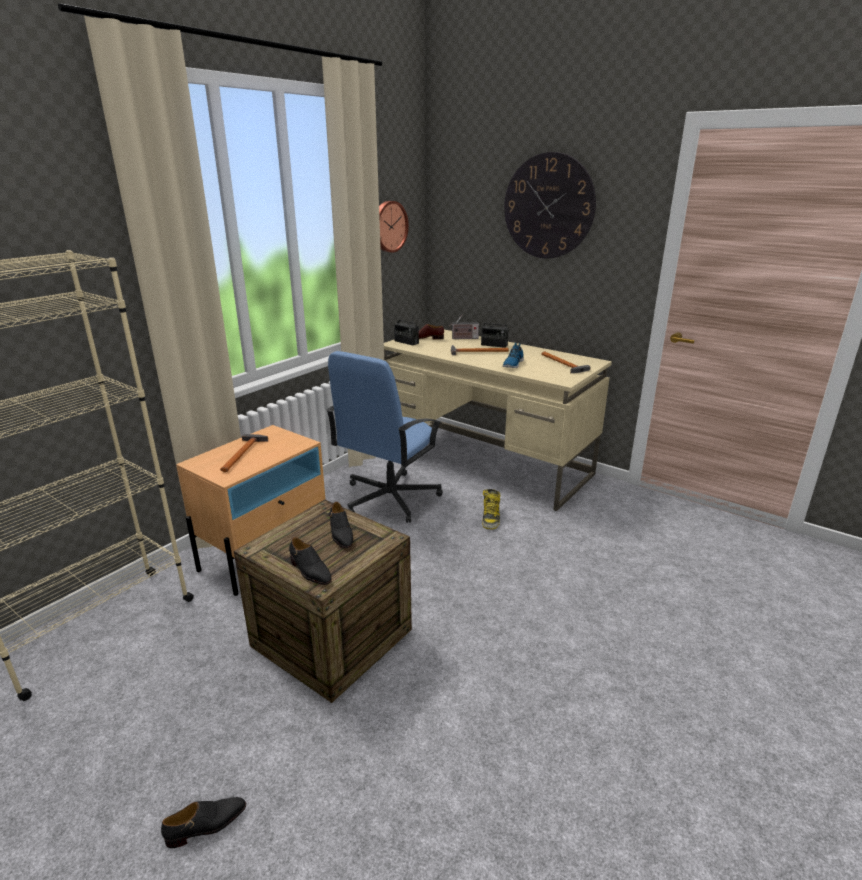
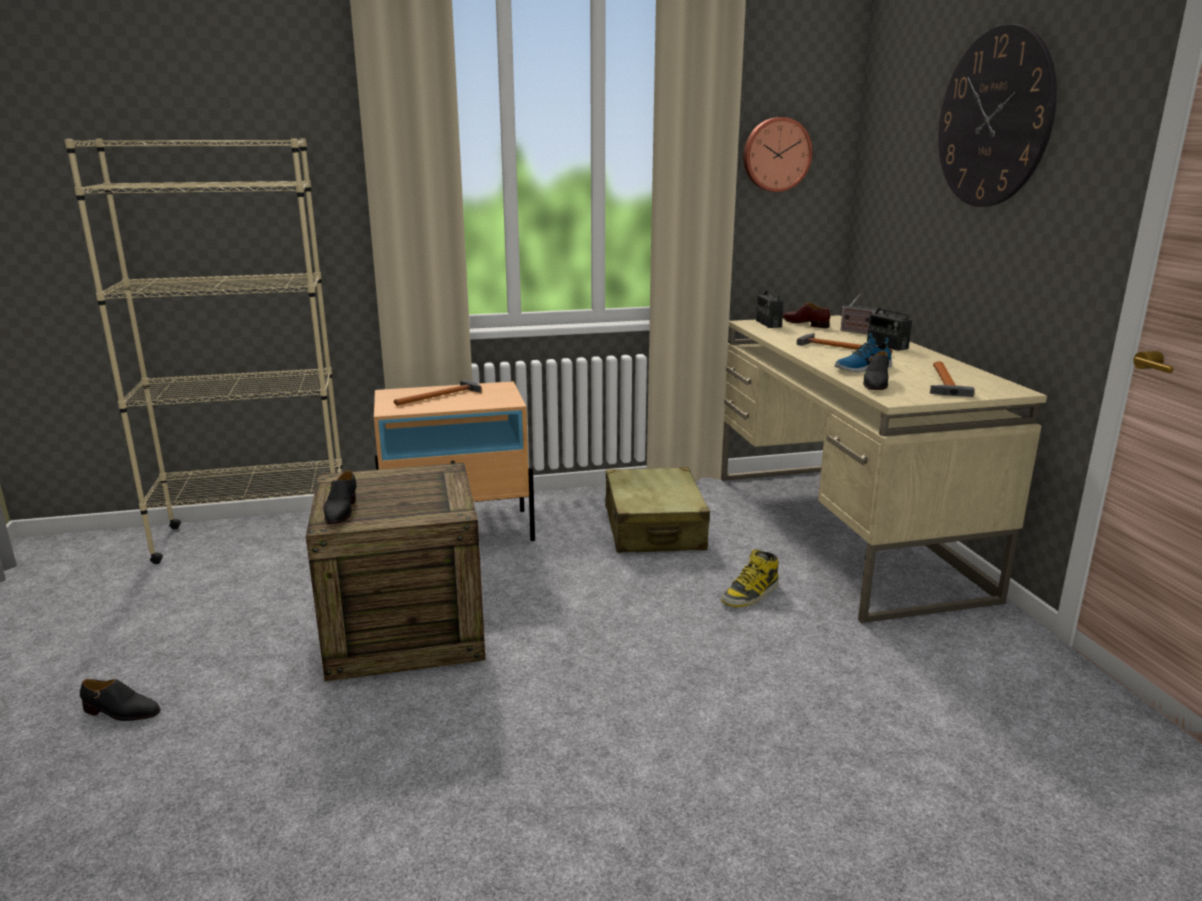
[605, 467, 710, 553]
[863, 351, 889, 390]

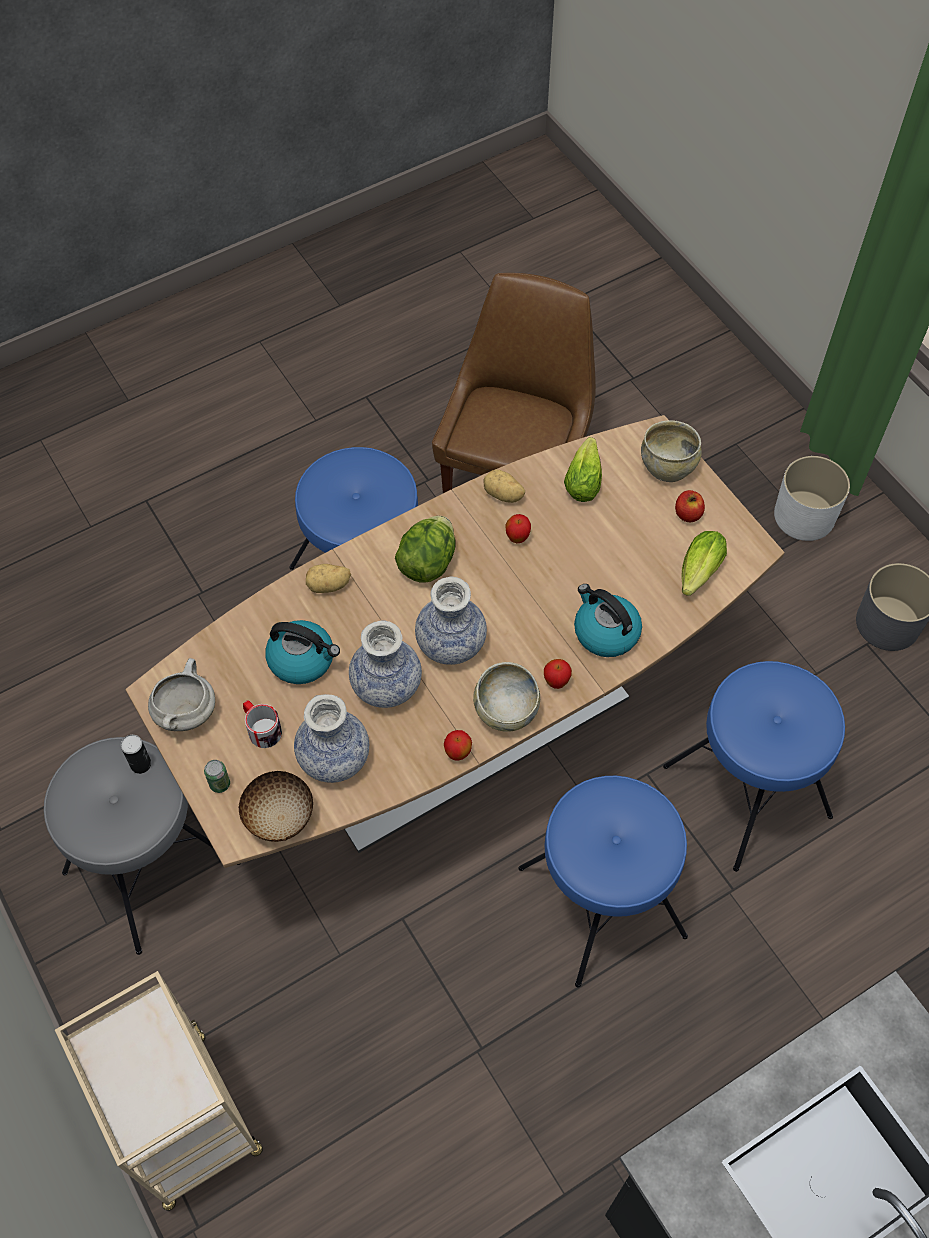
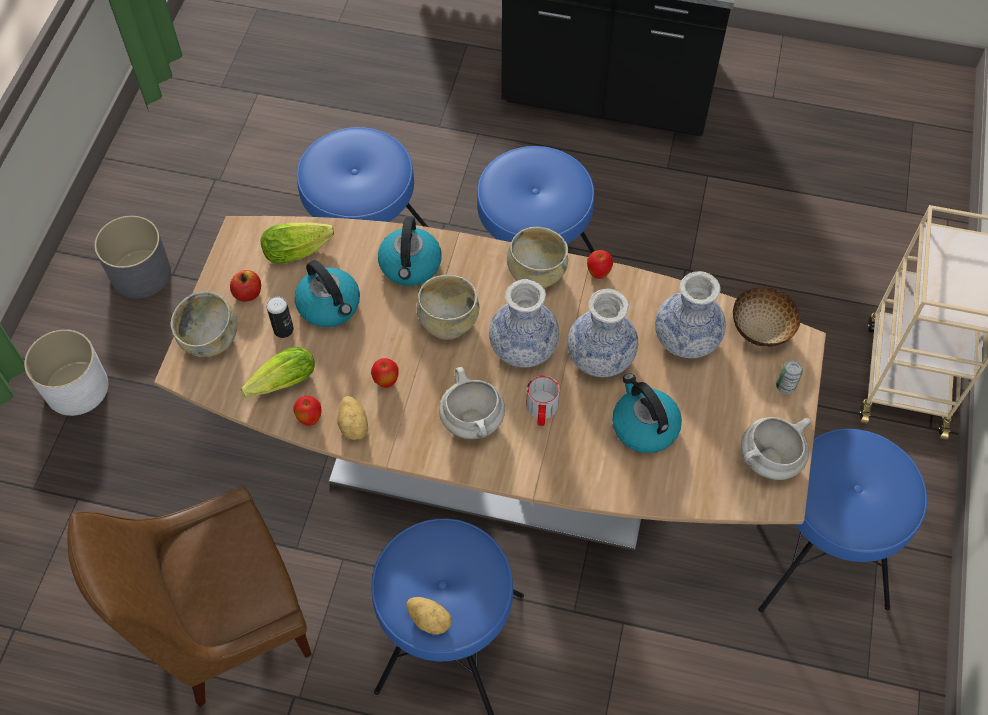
[266, 296, 294, 338]
[293, 396, 322, 426]
[294, 260, 360, 327]
[406, 597, 452, 635]
[416, 275, 479, 340]
[439, 367, 505, 440]
[526, 375, 560, 426]
[758, 429, 927, 612]

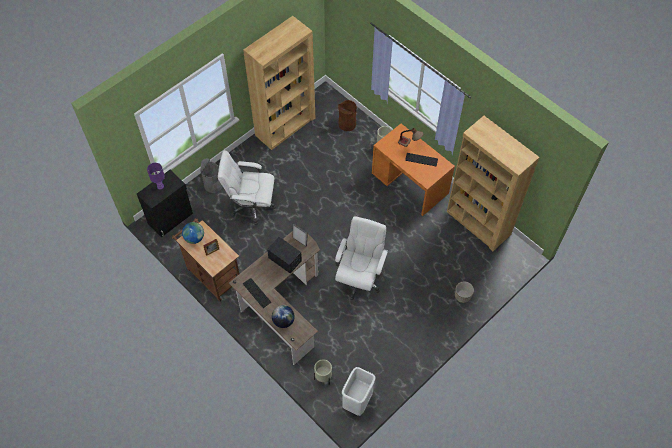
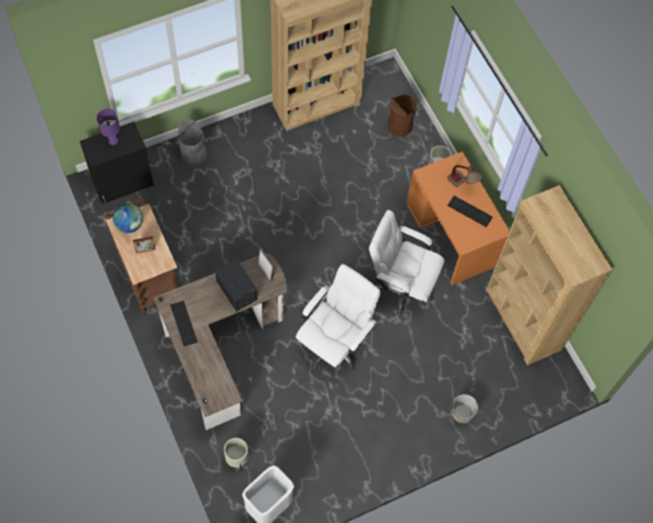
[369, 210, 445, 316]
[272, 305, 295, 328] (first image)

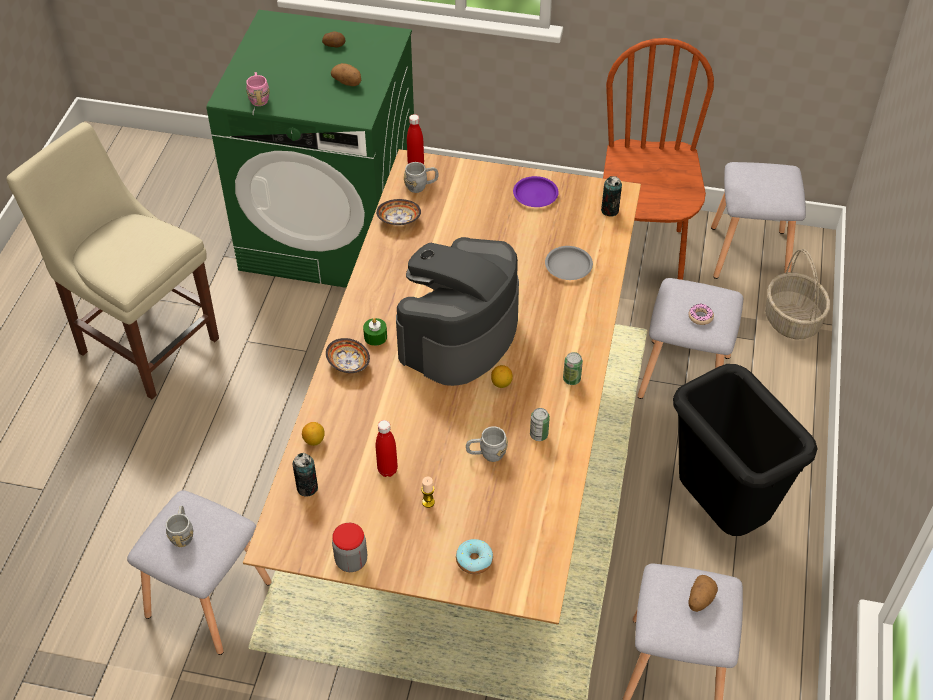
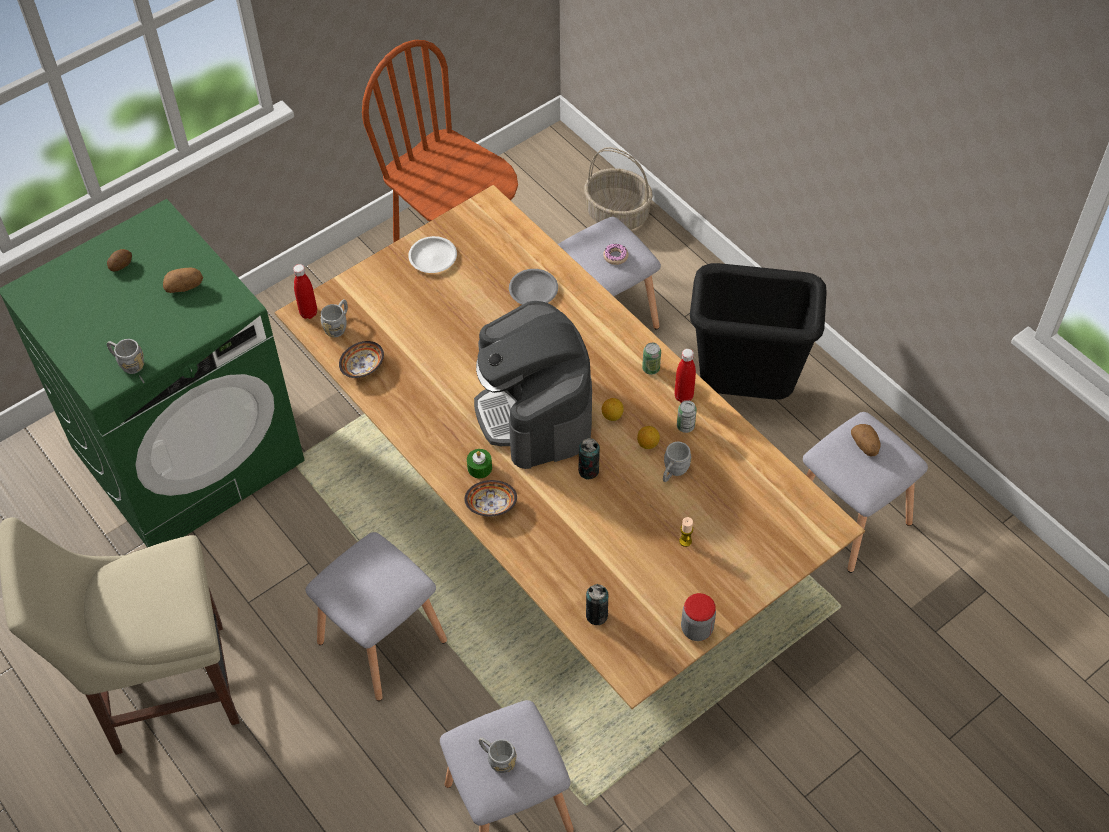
[107, 339, 144, 374]
[305, 532, 447, 701]
[408, 236, 457, 273]
[578, 438, 600, 480]
[637, 426, 660, 449]
[674, 349, 696, 403]
[456, 539, 493, 574] (first image)

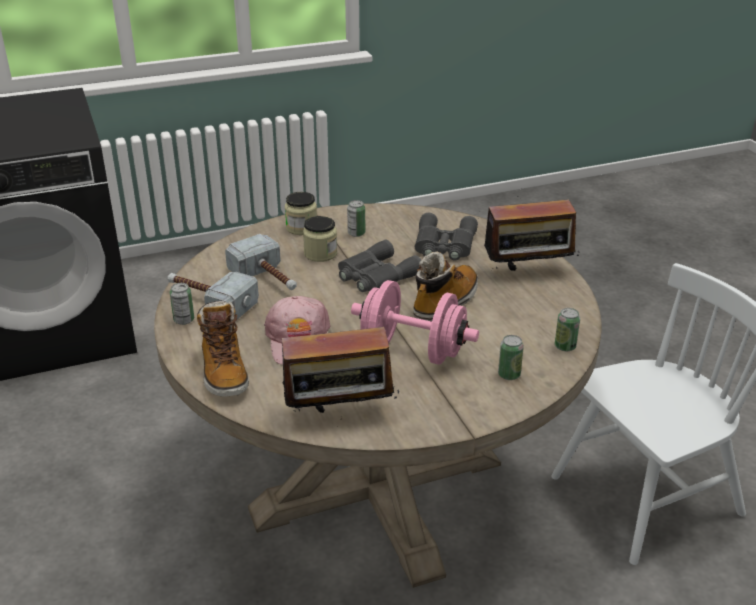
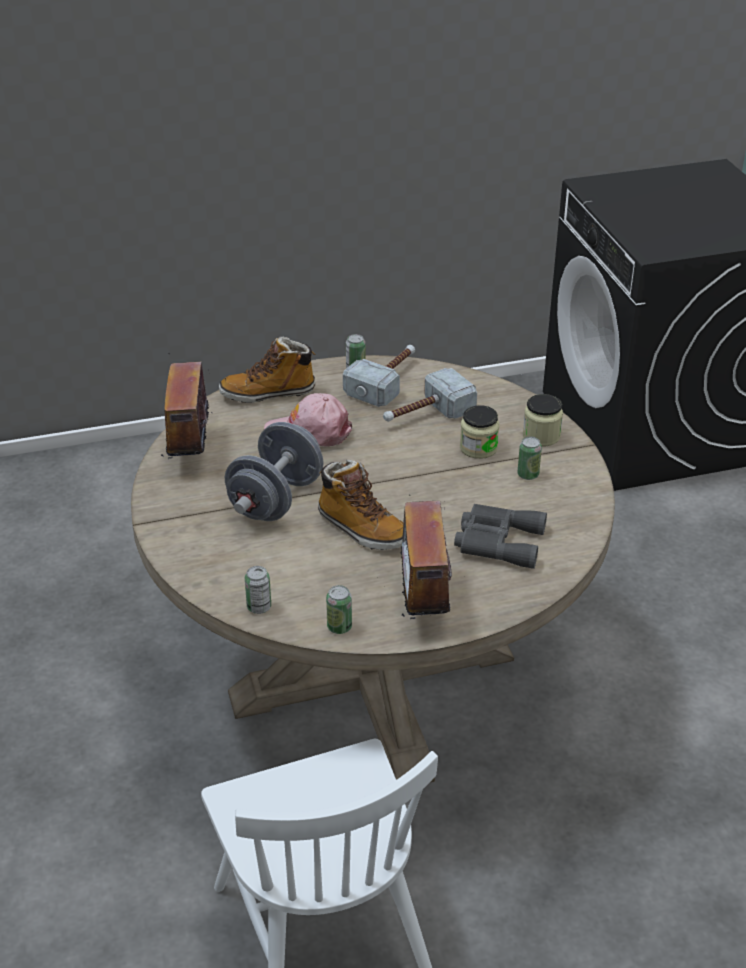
[225, 422, 323, 521]
[326, 585, 352, 634]
[338, 240, 421, 292] (first image)

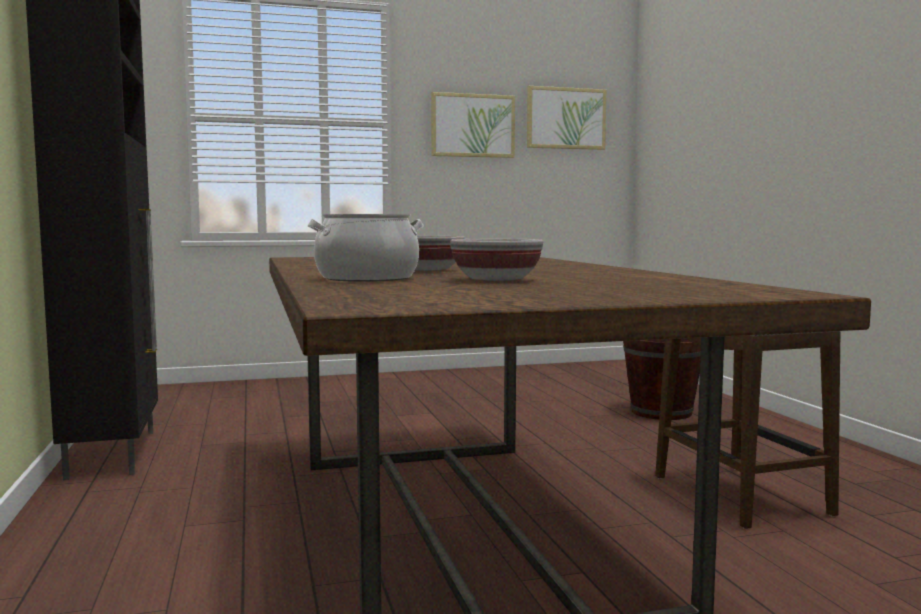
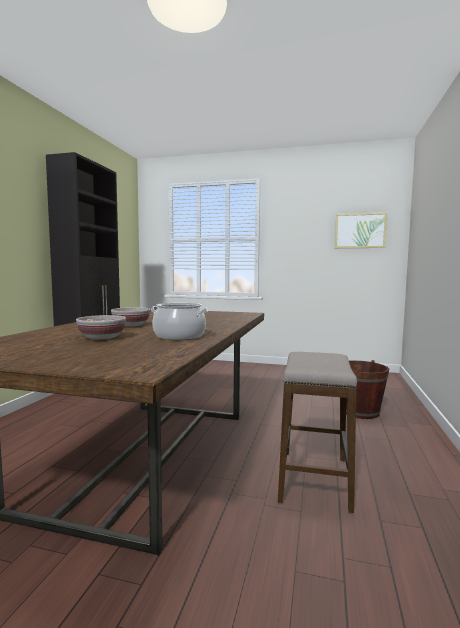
[151, 303, 208, 340]
[431, 92, 515, 158] (first image)

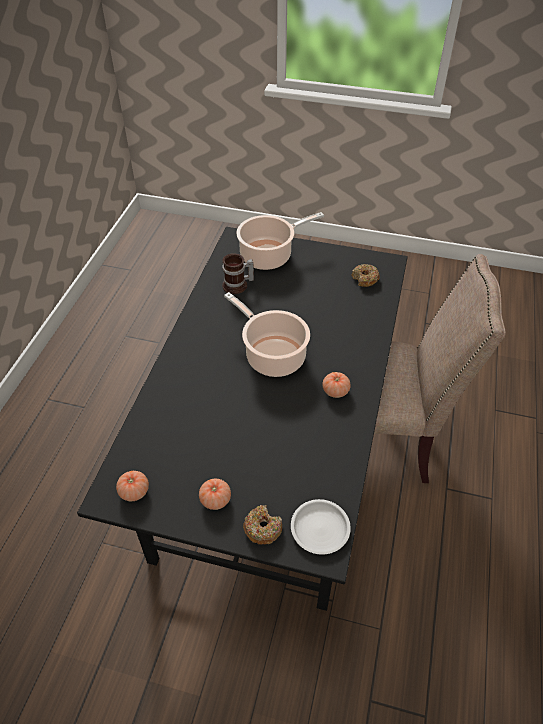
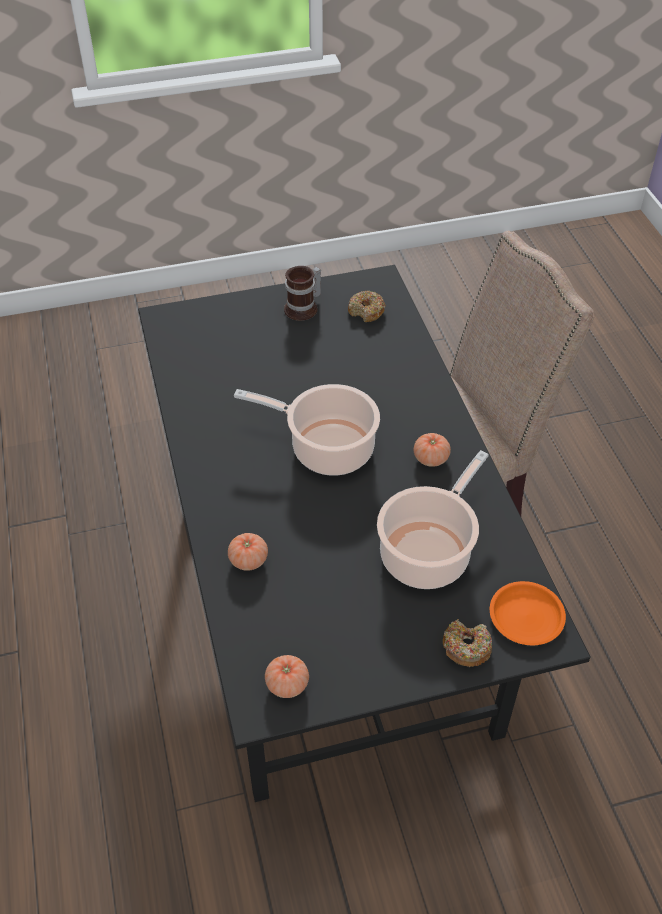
[228, 533, 268, 571]
[284, 266, 321, 321]
[377, 450, 489, 589]
[490, 581, 566, 645]

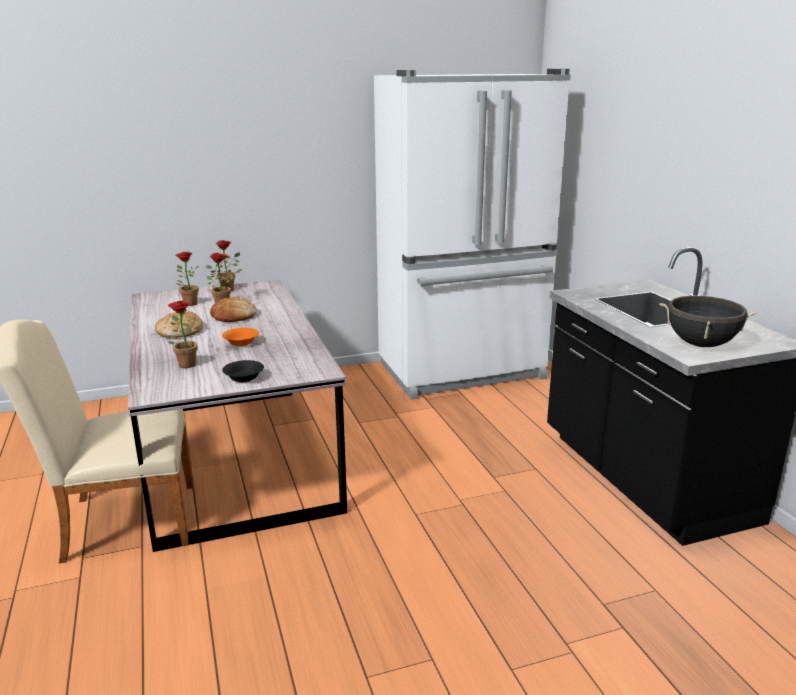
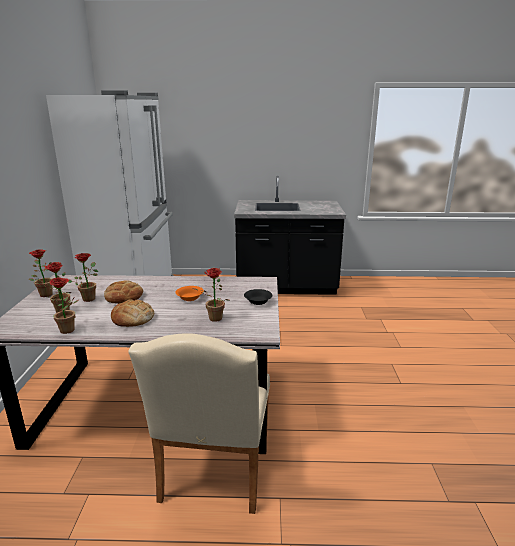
[46, 278, 79, 334]
[659, 295, 758, 347] (first image)

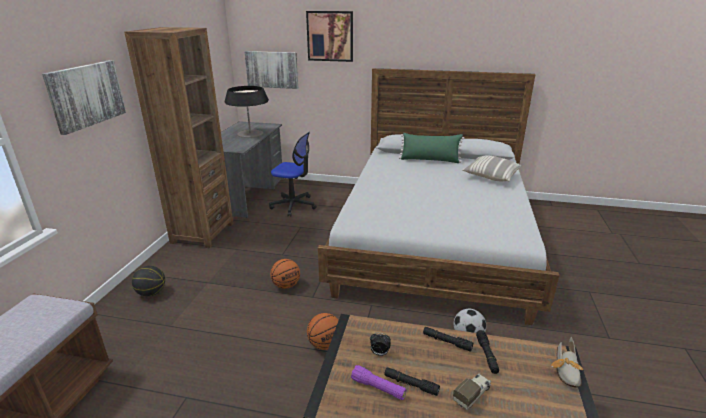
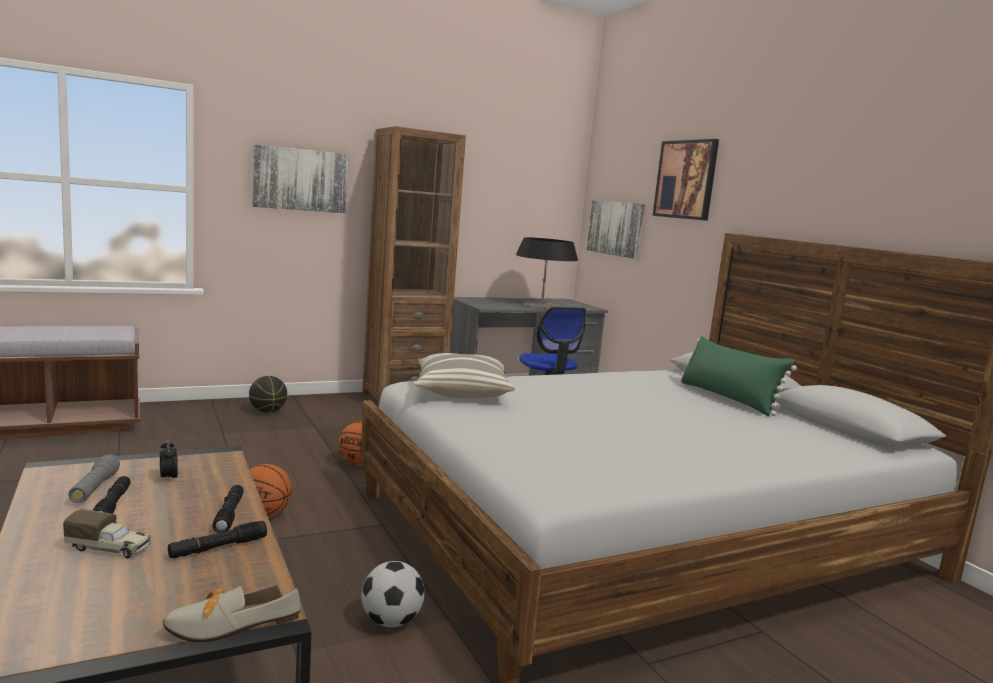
[68, 455, 120, 503]
[415, 353, 515, 398]

